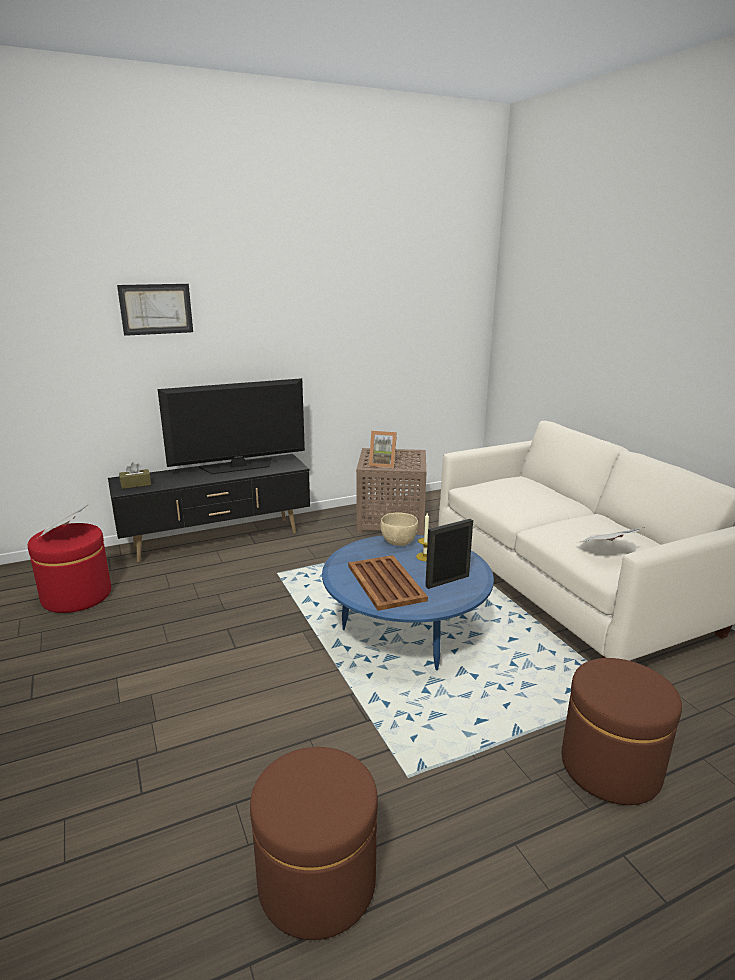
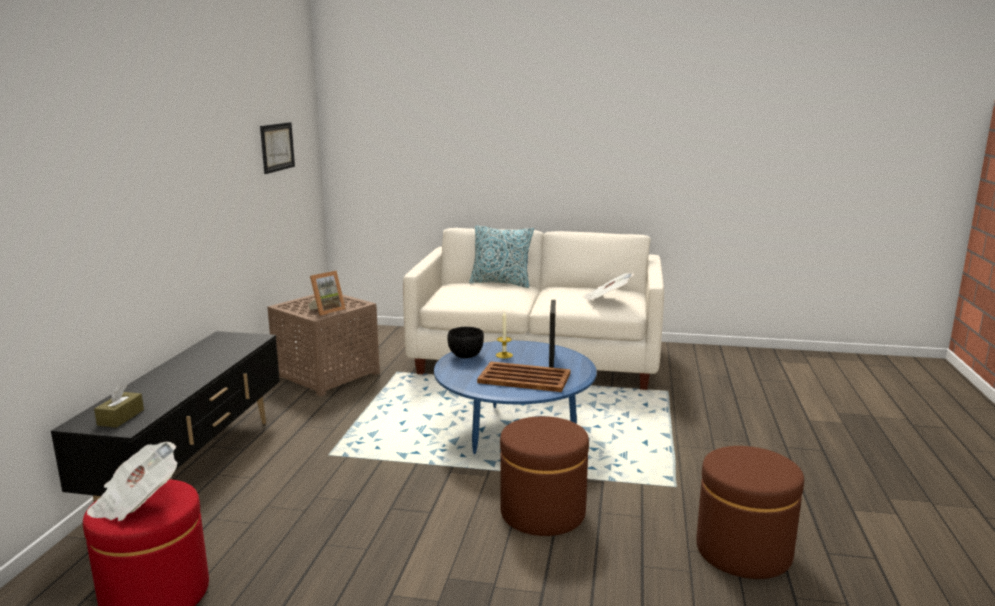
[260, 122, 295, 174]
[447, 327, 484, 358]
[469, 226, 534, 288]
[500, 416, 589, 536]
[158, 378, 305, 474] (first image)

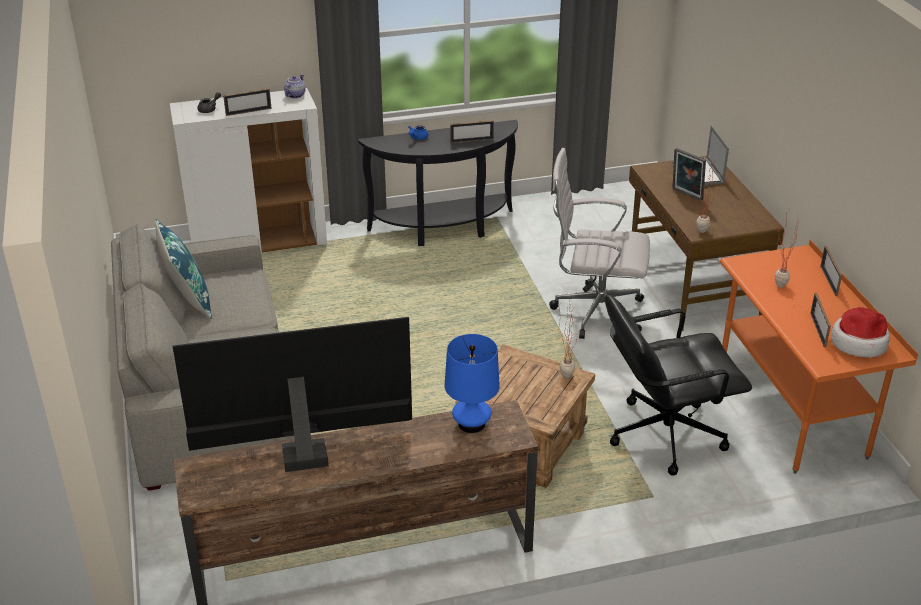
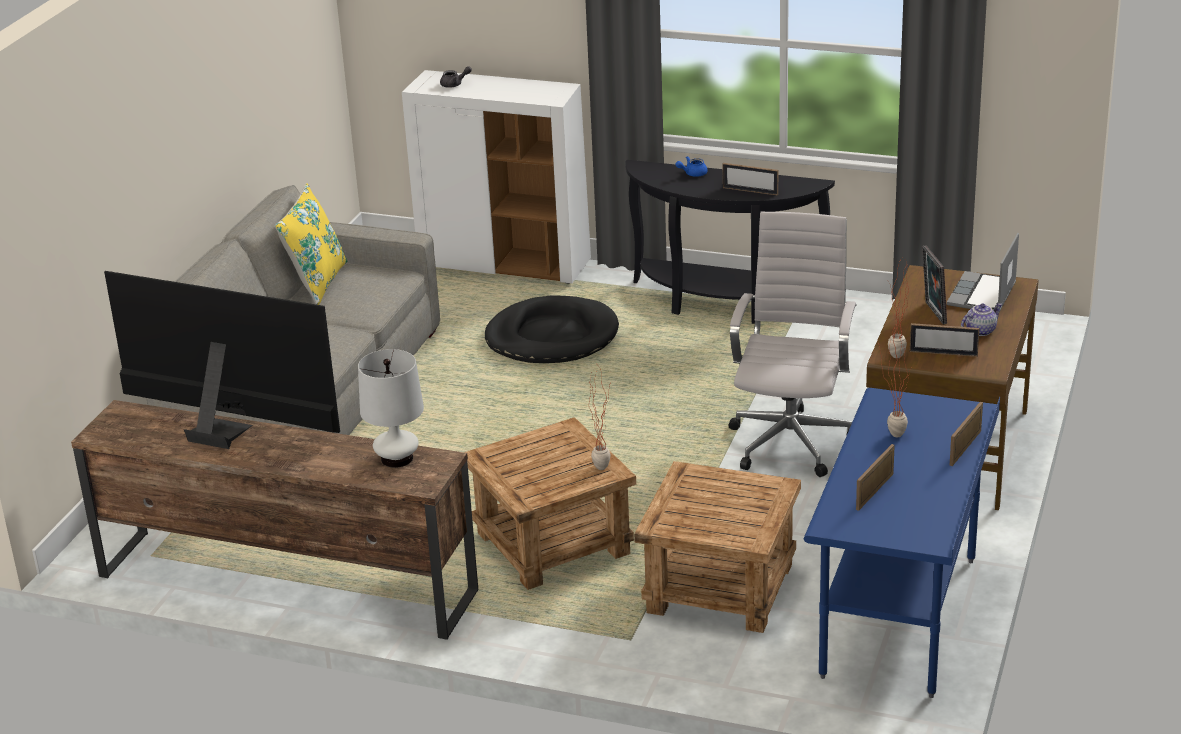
[274, 183, 347, 305]
[358, 349, 424, 468]
[485, 295, 619, 363]
[634, 461, 801, 633]
[729, 211, 857, 477]
[804, 388, 1000, 698]
[910, 323, 980, 357]
[961, 303, 1003, 336]
[831, 307, 890, 358] (first image)

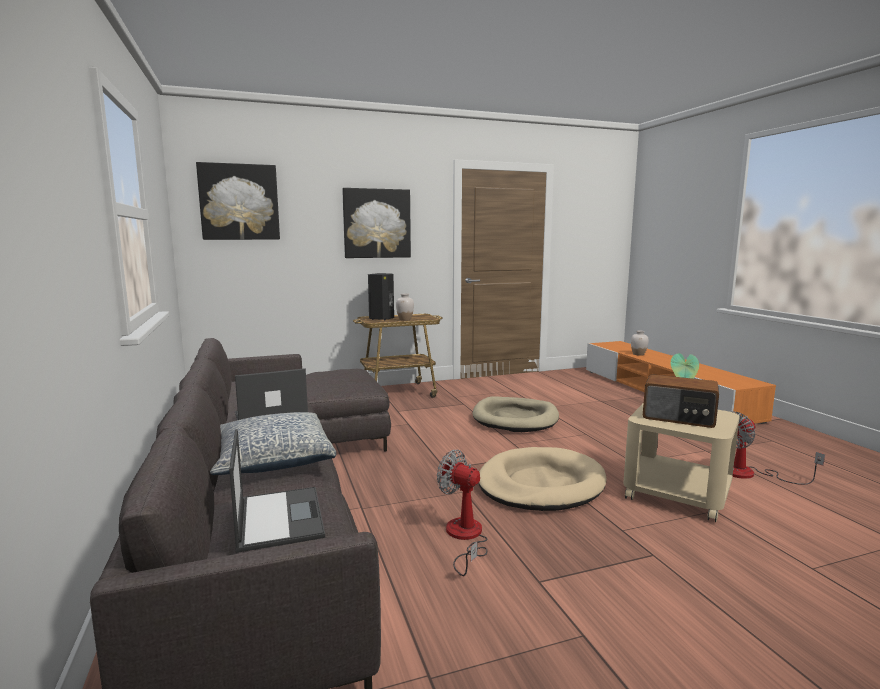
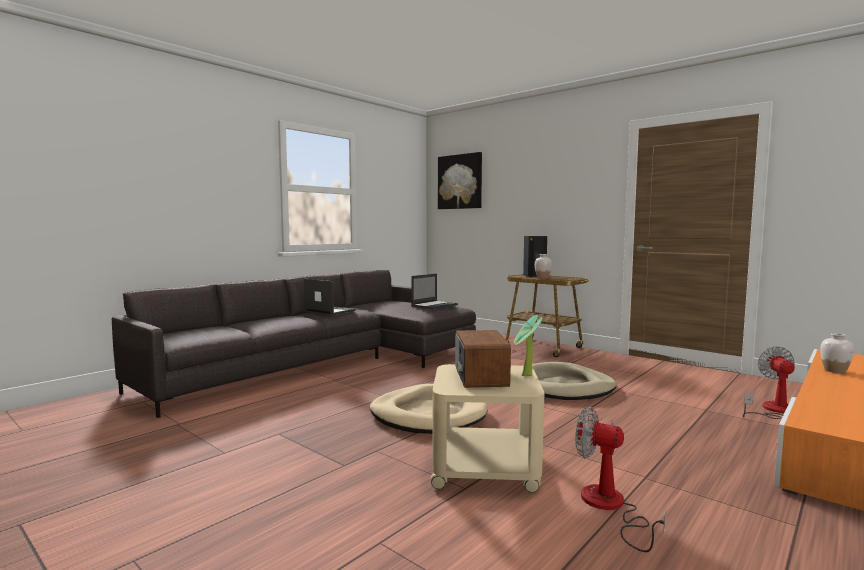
[411, 274, 458, 310]
[742, 346, 795, 419]
[210, 412, 336, 475] (first image)
[342, 188, 411, 258] (first image)

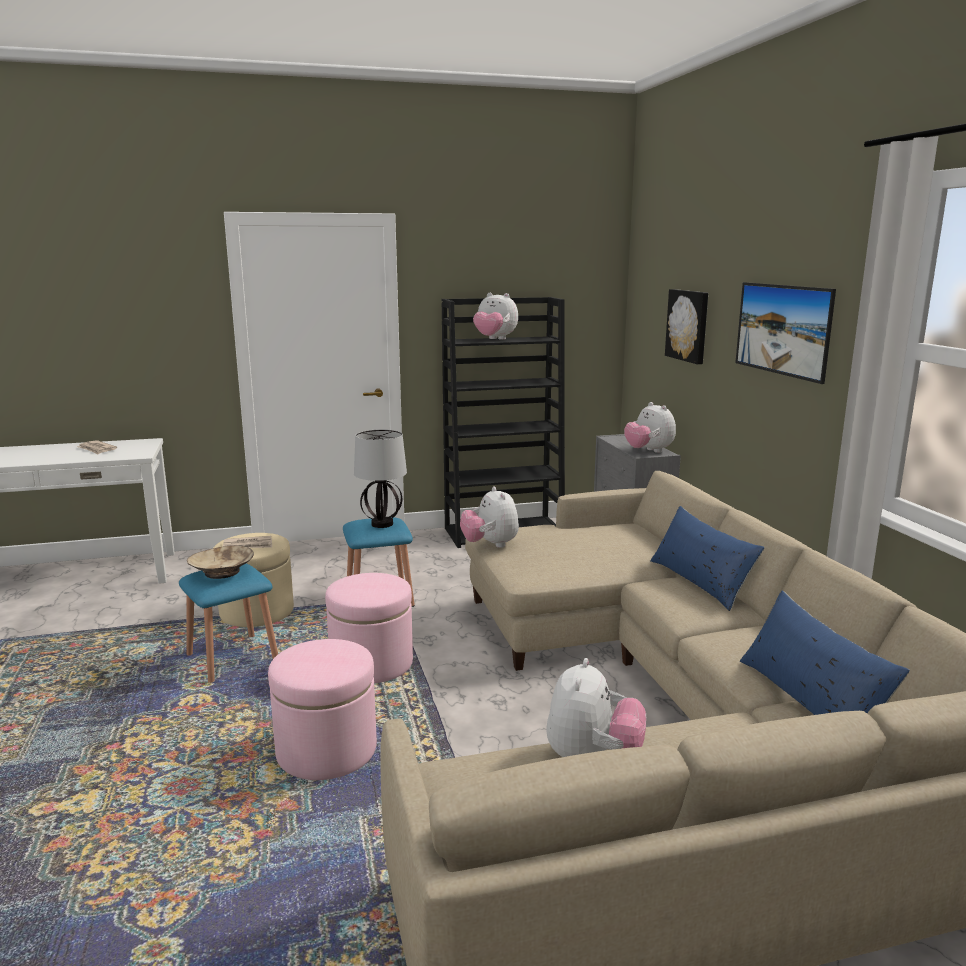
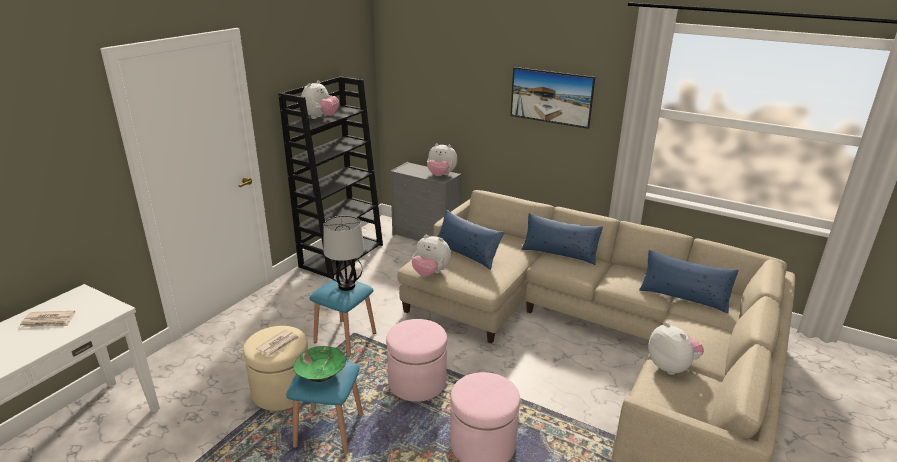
[293, 346, 346, 382]
[301, 81, 339, 119]
[438, 210, 504, 270]
[665, 289, 708, 364] (first image)

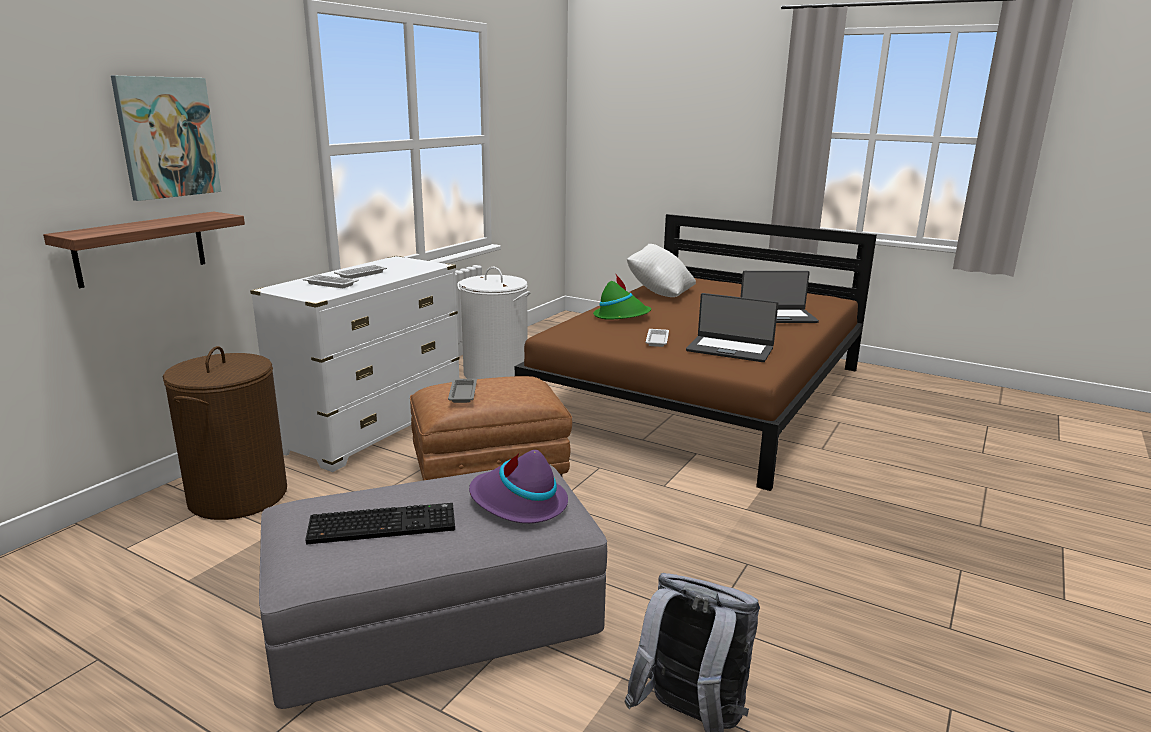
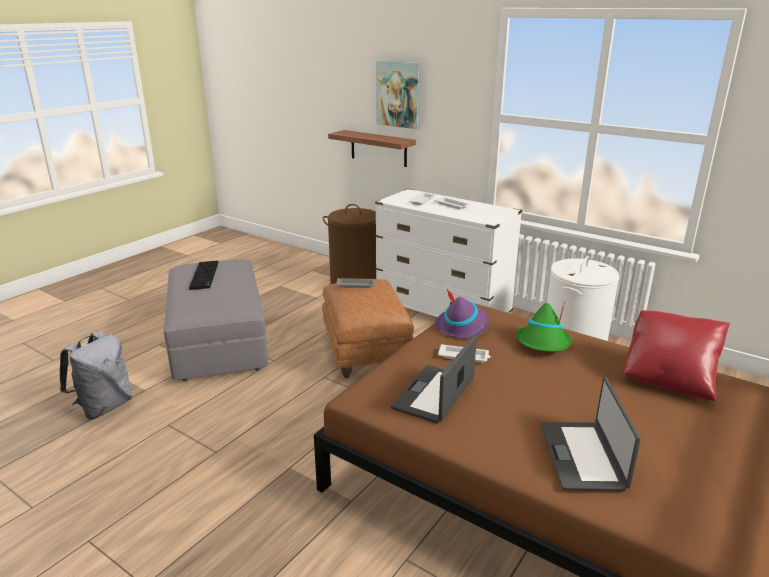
[435, 289, 489, 338]
[624, 310, 730, 401]

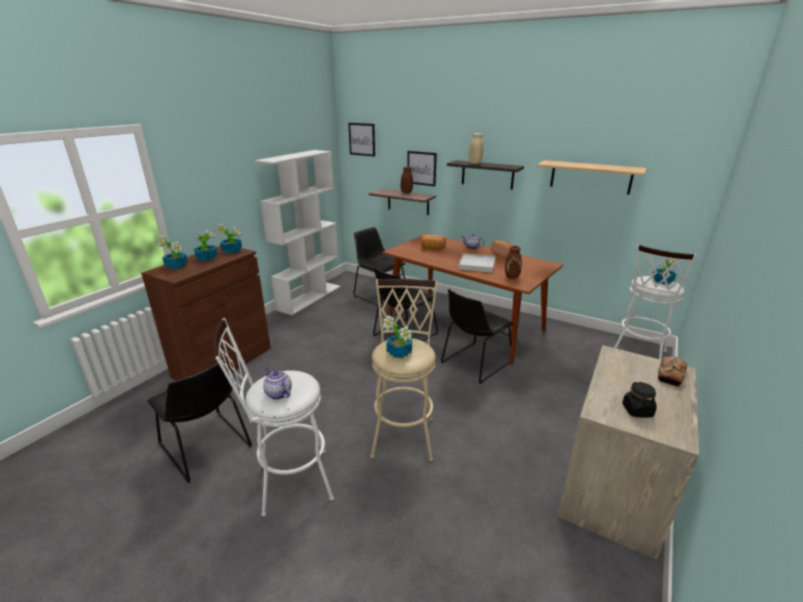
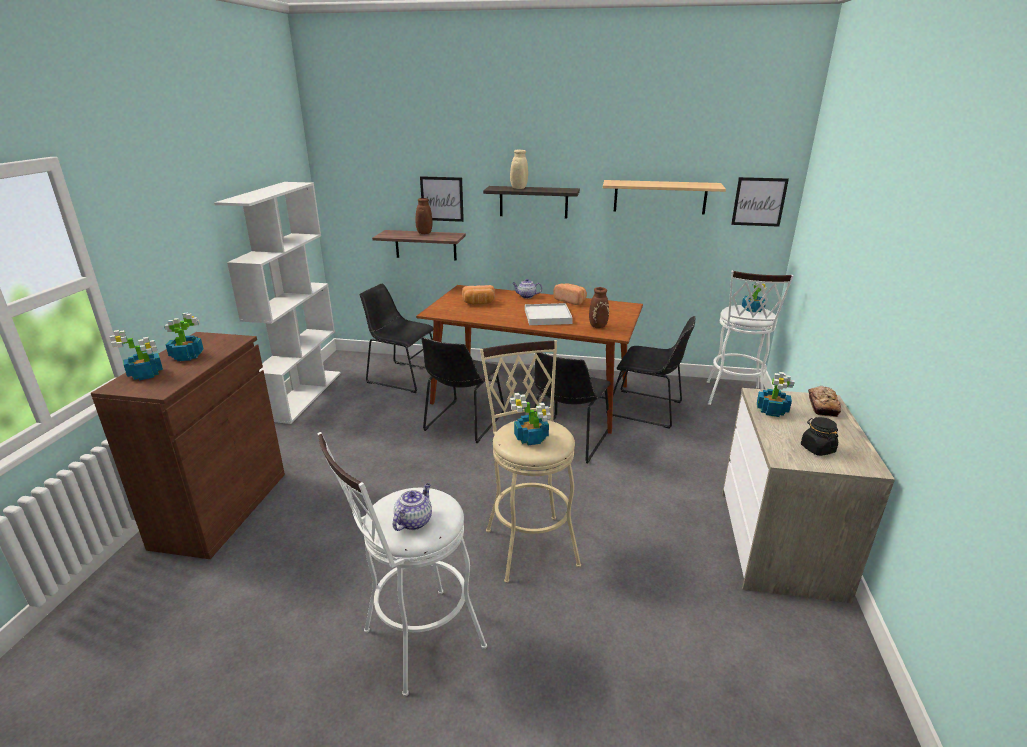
[393, 483, 432, 531]
[606, 316, 695, 429]
[731, 177, 789, 227]
[757, 372, 795, 417]

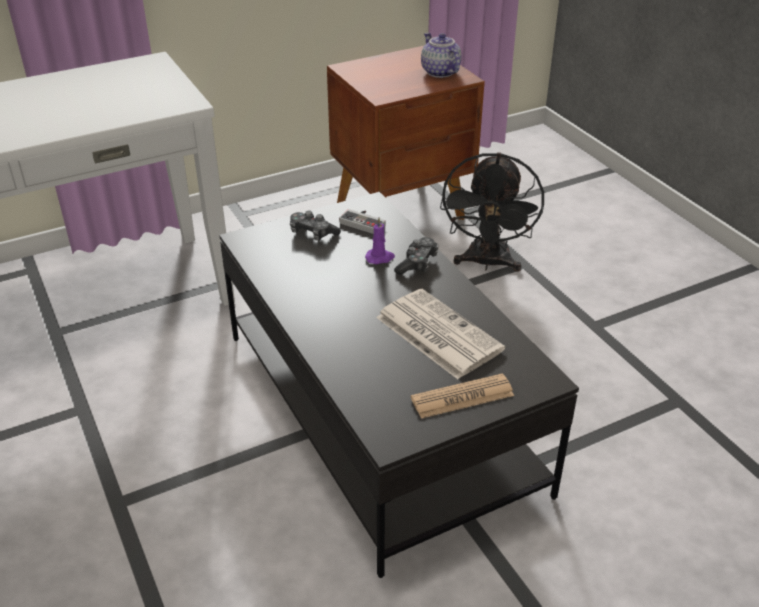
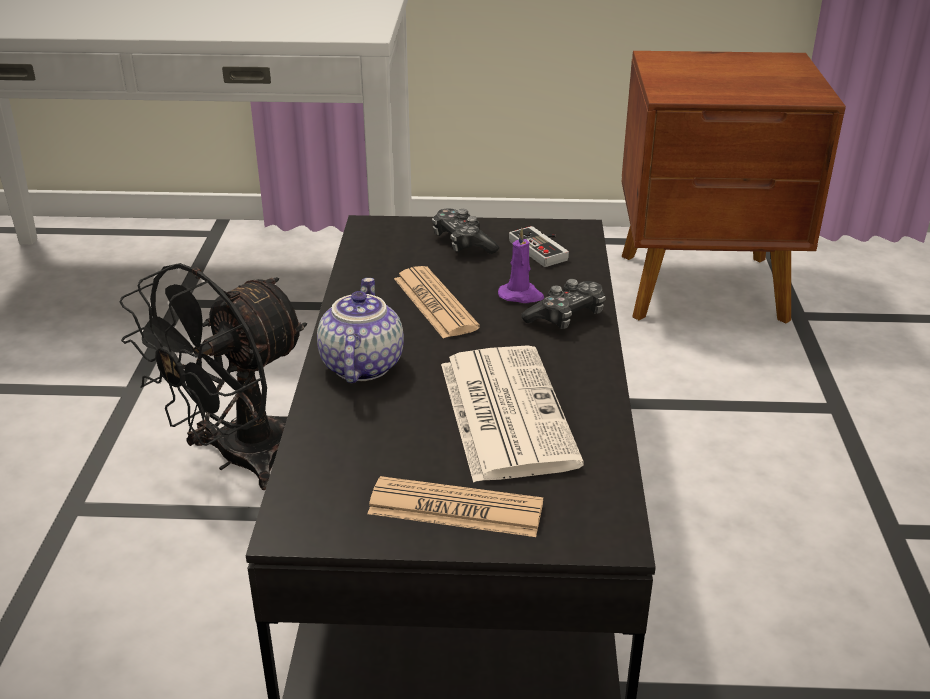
[120, 263, 307, 490]
[317, 278, 404, 383]
[394, 266, 480, 339]

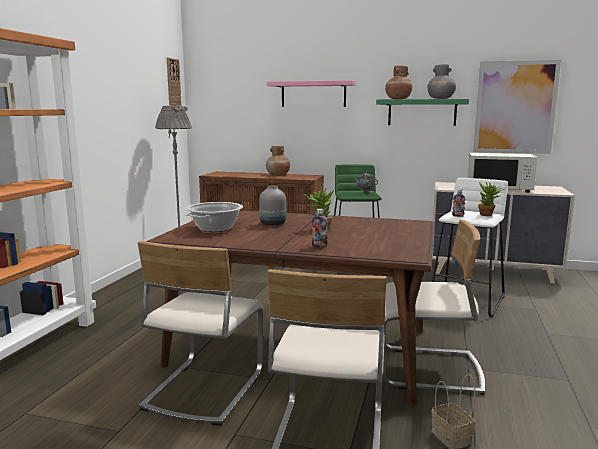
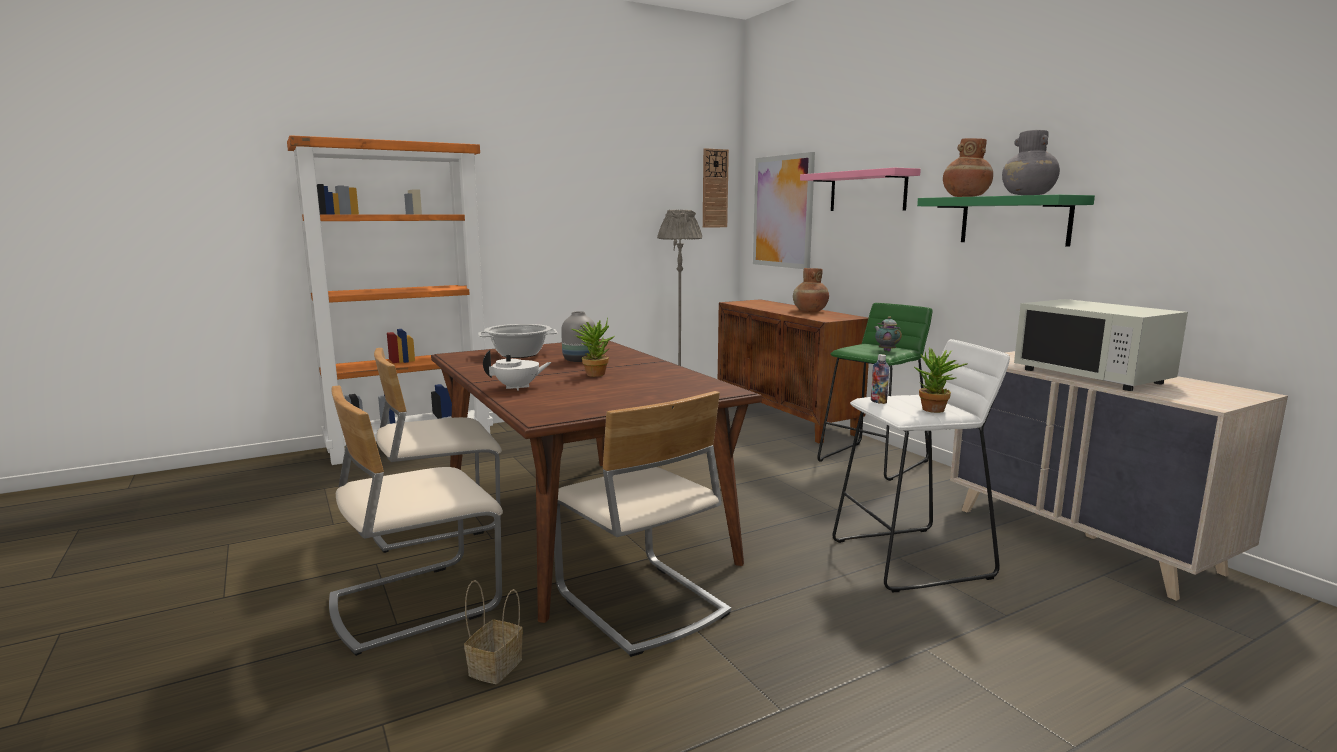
[483, 350, 552, 391]
[753, 152, 815, 269]

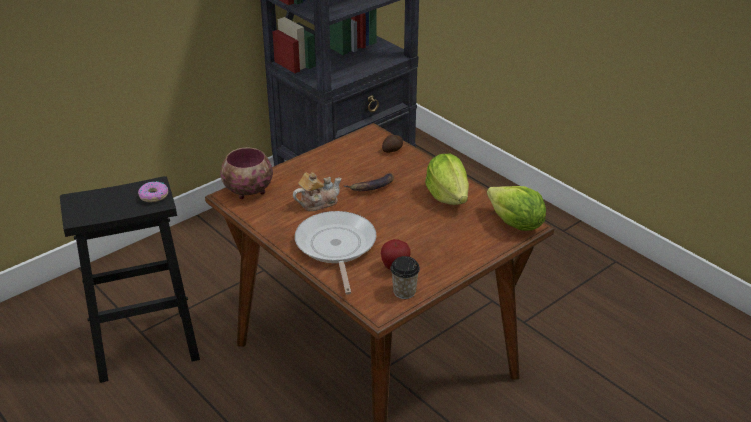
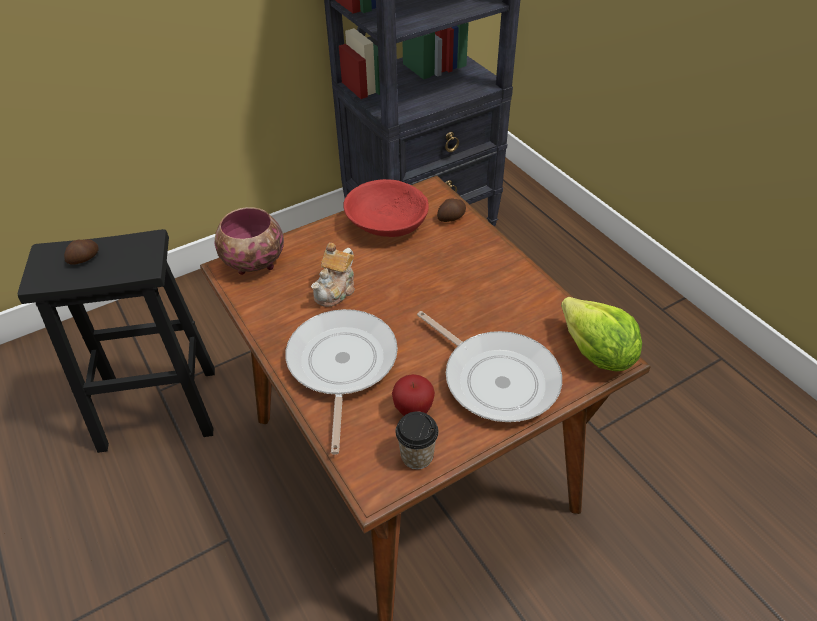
[64, 239, 99, 265]
[311, 243, 355, 307]
[343, 179, 429, 237]
[417, 311, 562, 422]
[138, 181, 168, 202] (first image)
[343, 173, 394, 191] (first image)
[425, 154, 469, 205] (first image)

